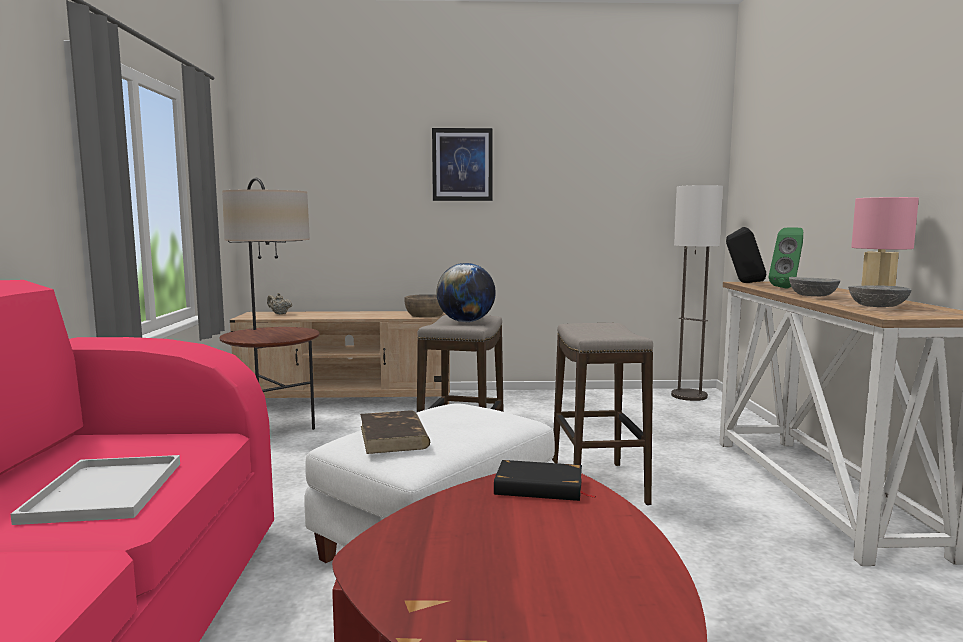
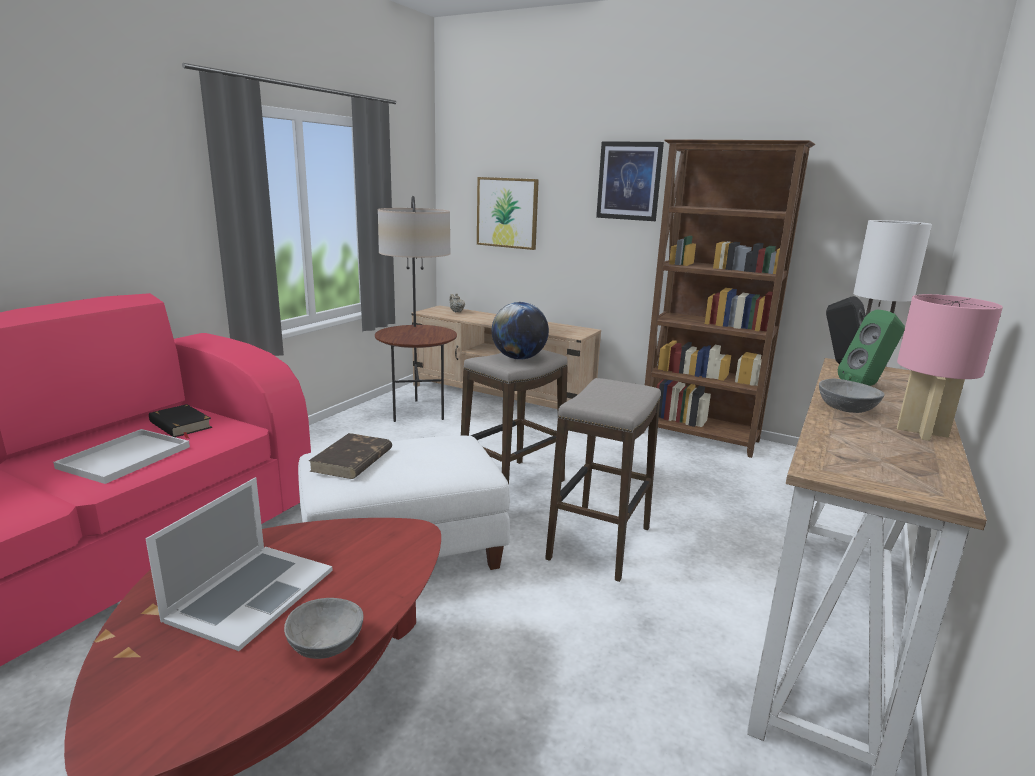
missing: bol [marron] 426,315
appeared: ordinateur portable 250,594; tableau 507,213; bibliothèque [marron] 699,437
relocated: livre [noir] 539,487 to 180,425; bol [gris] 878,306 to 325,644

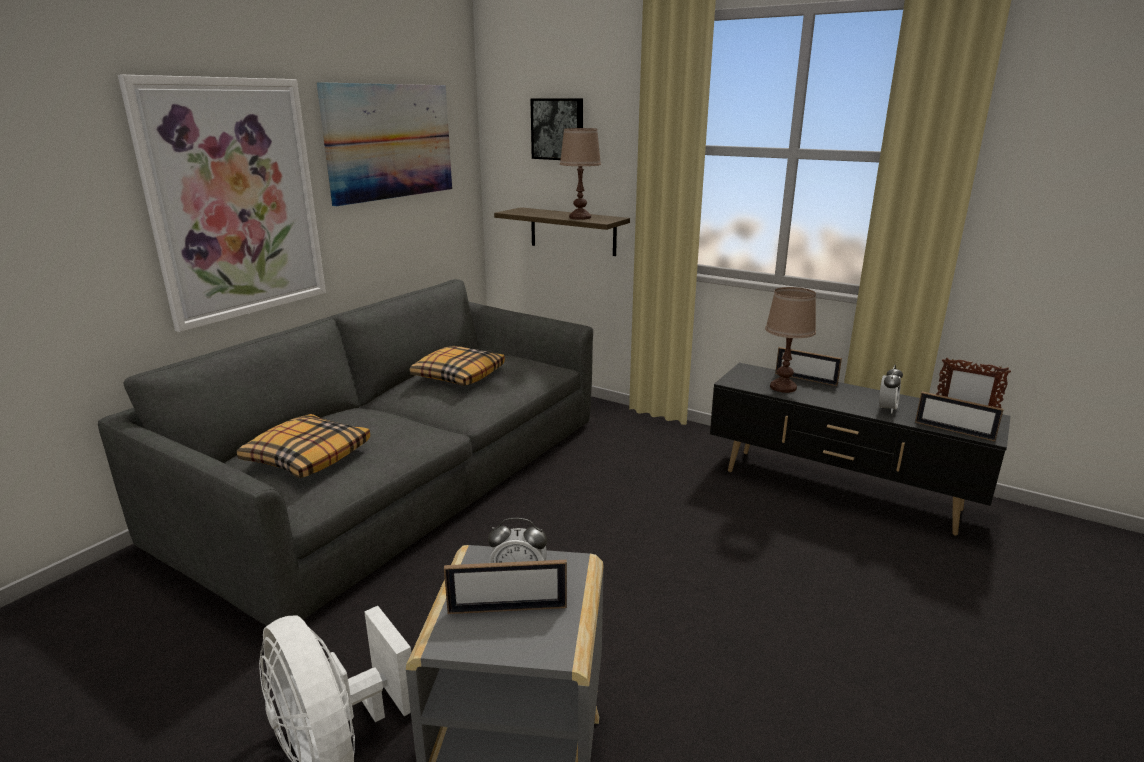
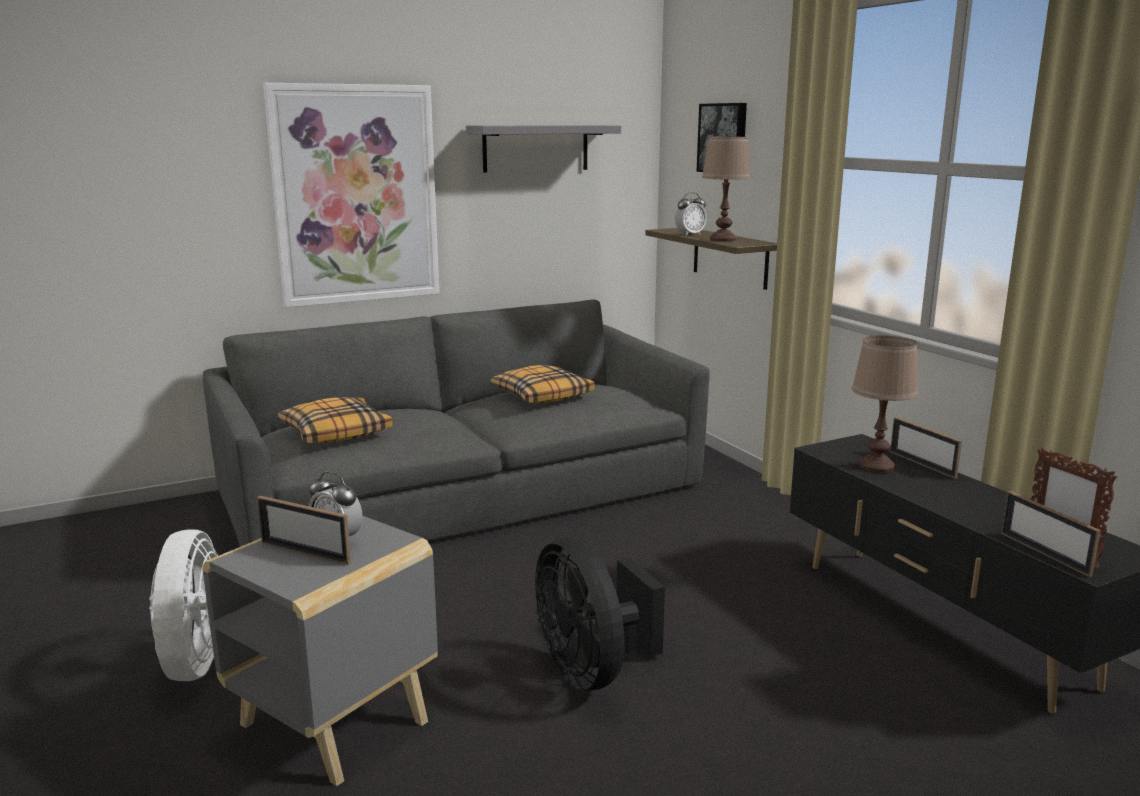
appeared: ventilateur [noir] 591,670
relocated: réveil 886,409 to 690,234
exchanged: tableau 389,141 to étagère [gris] 536,148

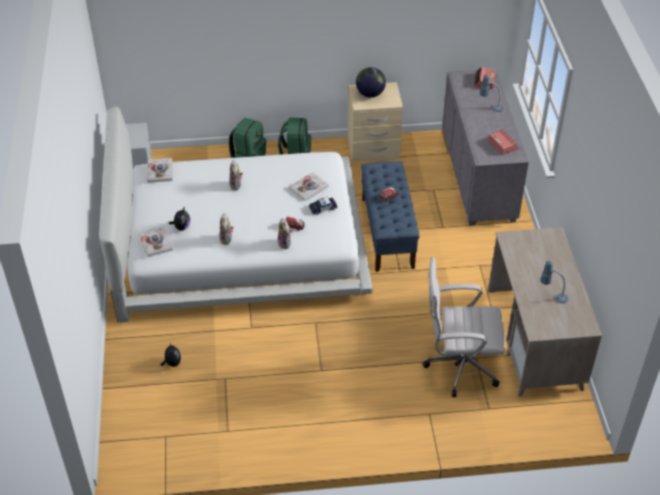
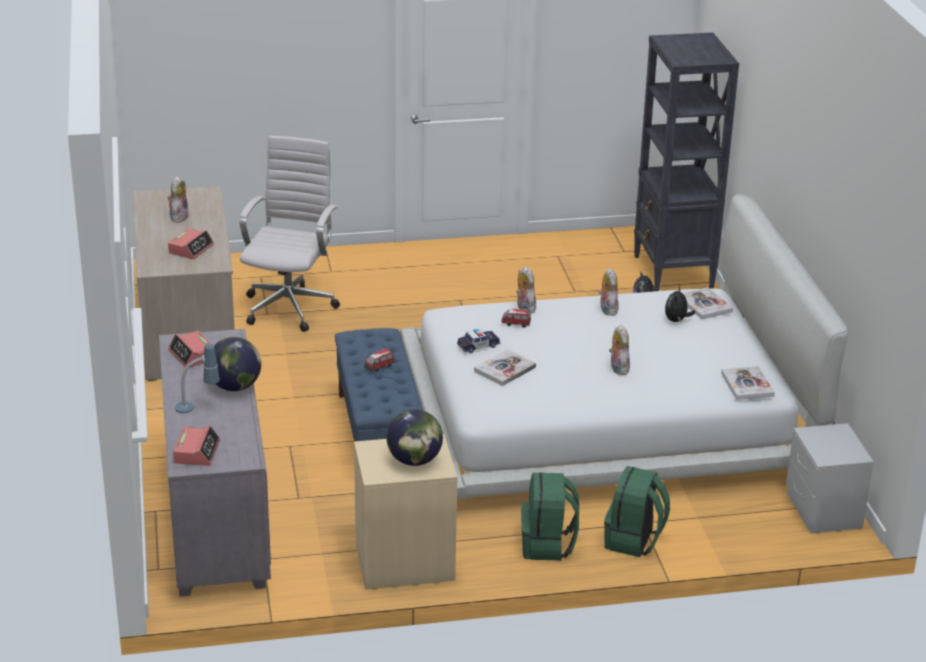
appeared: réveil 191,249; globe 235,386; bibliothèque [noir] 673,272
exchanged: lampe de table 552,297 to peluche 178,217
spun: chaise de bureau [blanc] 458,366 = 290,306 75 degrees counterclockwise

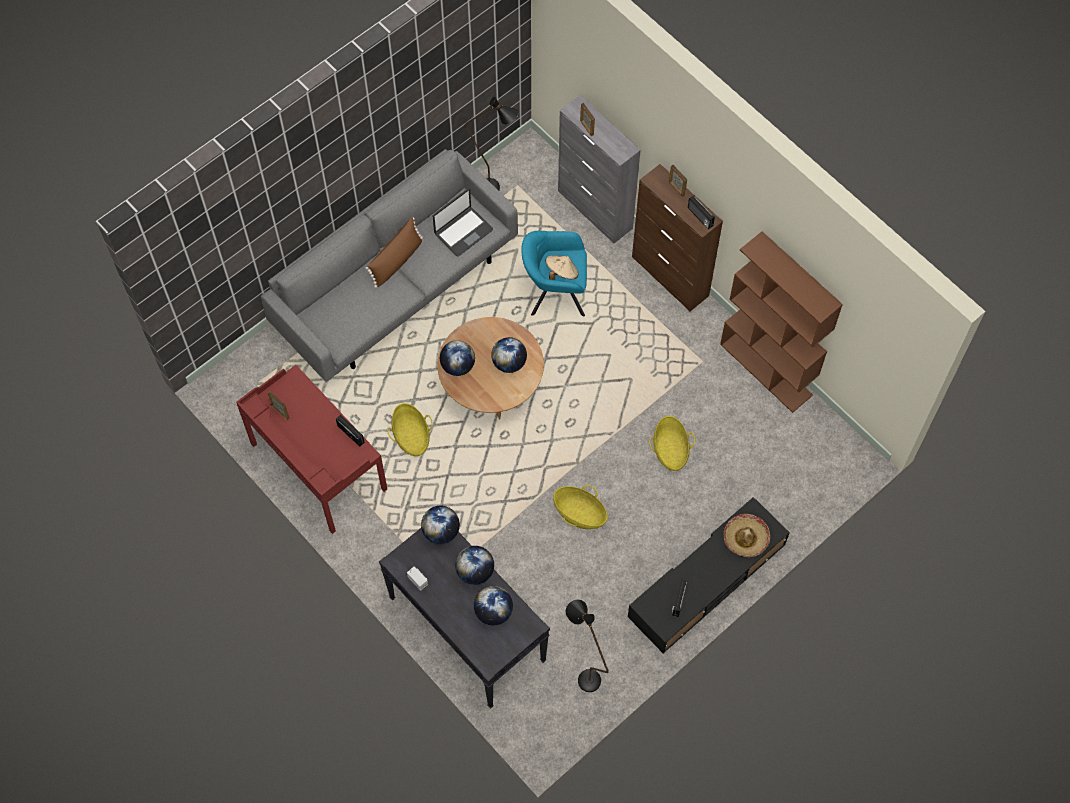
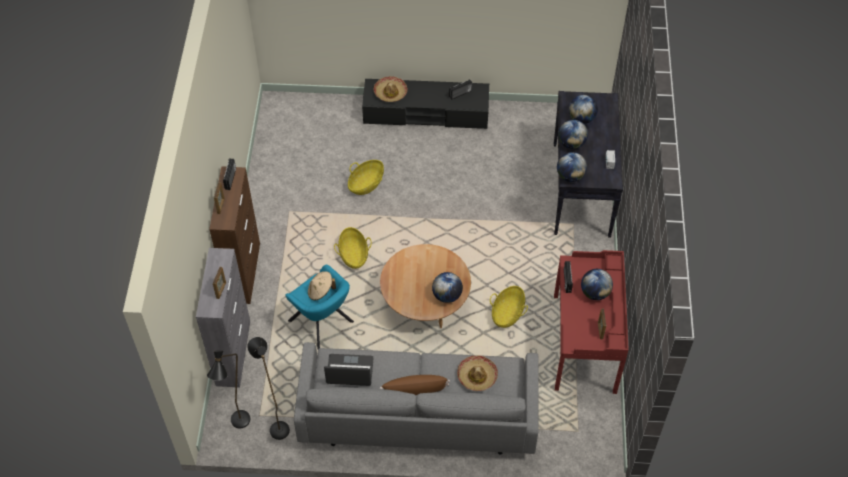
missing: bibliothèque [marron] 767,369
appeared: chapeau 477,376
relocated: globe 509,363 to 595,293; panier 579,513 to 353,255; lampadaire [noir] 583,674 to 239,426

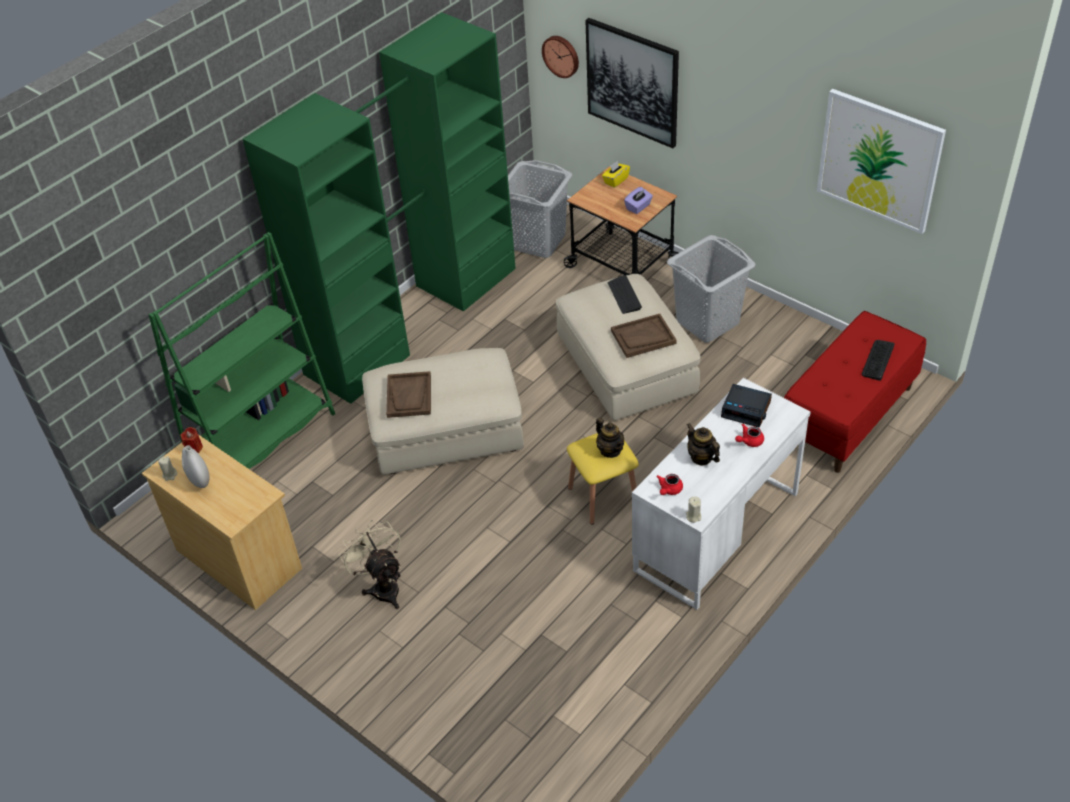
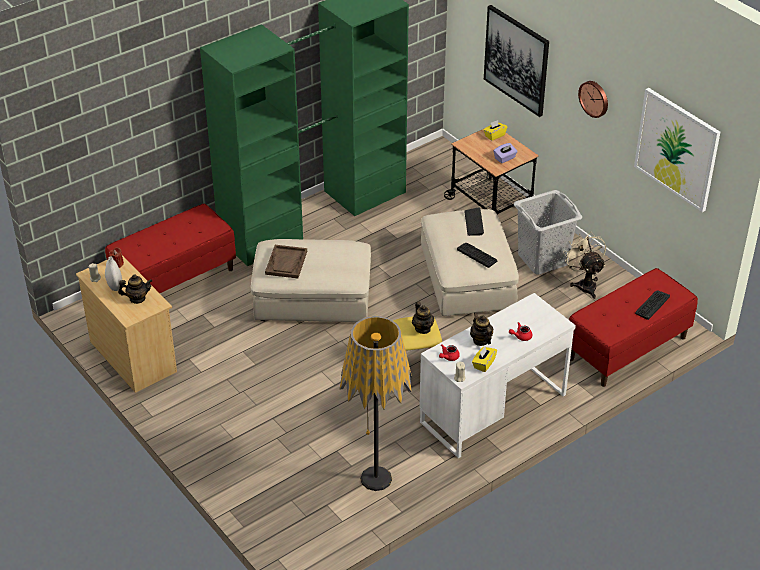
missing: panier à linge [gris] 538,241; réveil 746,409
appeared: théière 137,298; lampadaire 376,478; boîte à mouchoirs [jaune] 483,364
relocated: ventilateur [beige] 382,586 to 584,284; horloge murale 561,55 to 594,98
exchanged: bibliothèque [vert] 263,439 to banc [rouge] 174,279; plateau [marron] 643,337 to clavier 477,255

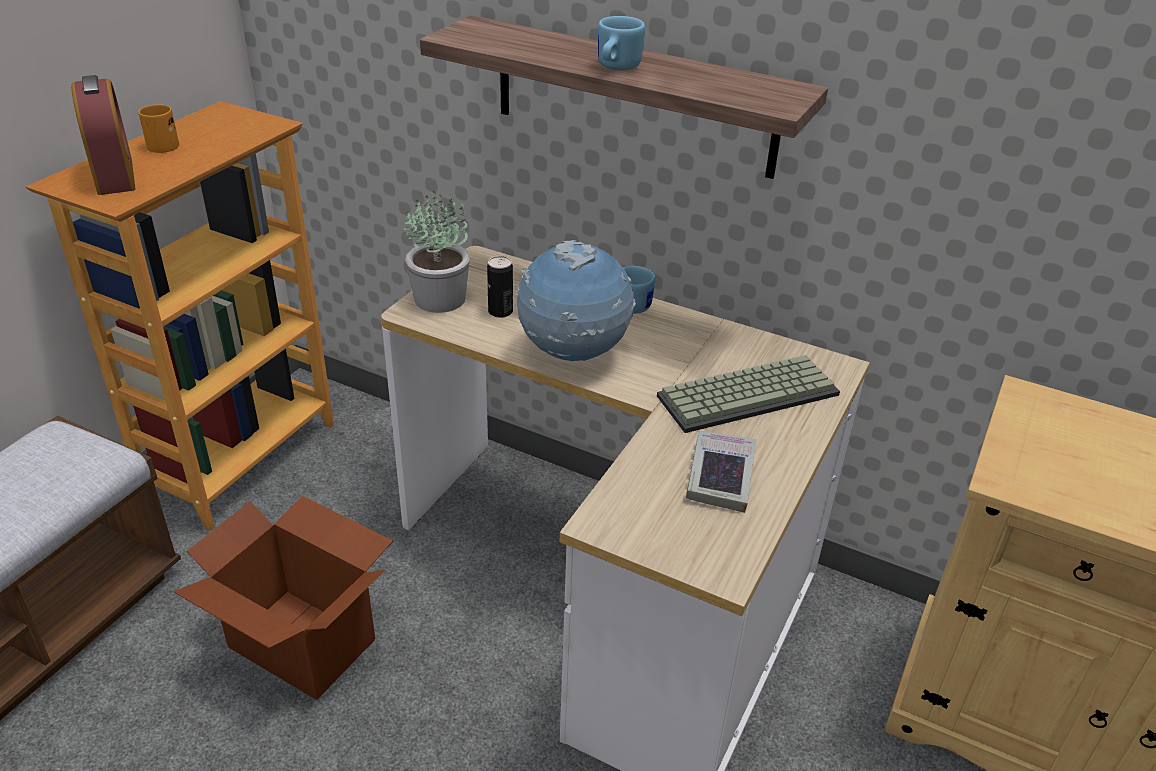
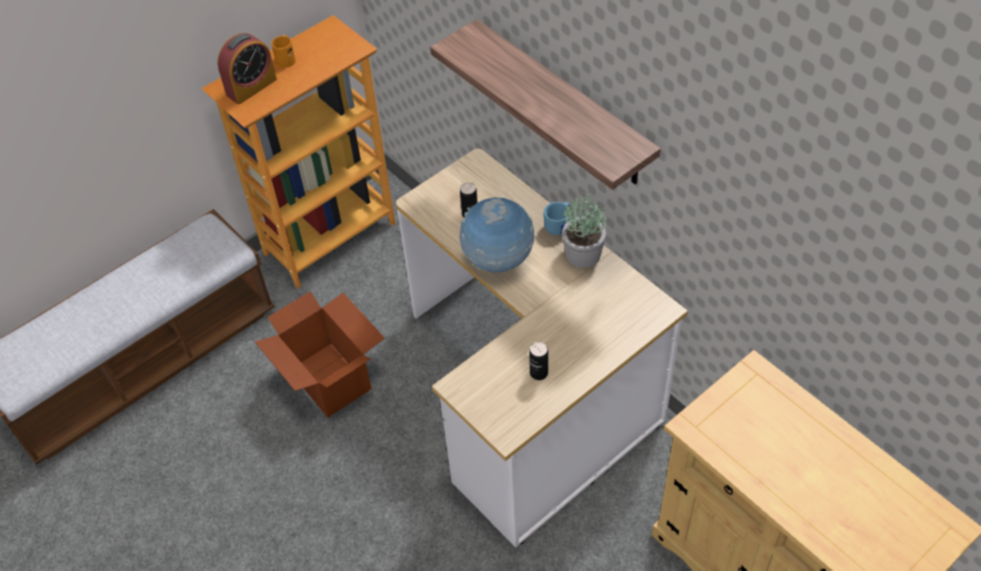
missing: mug [bleu] 615,68; clavier 748,393
relocated: plante en pot 441,298 to 584,254
exchanged: livre 720,476 to boîte métallique 538,373
spun: réveil 115,175 = 251,87 45 degrees clockwise

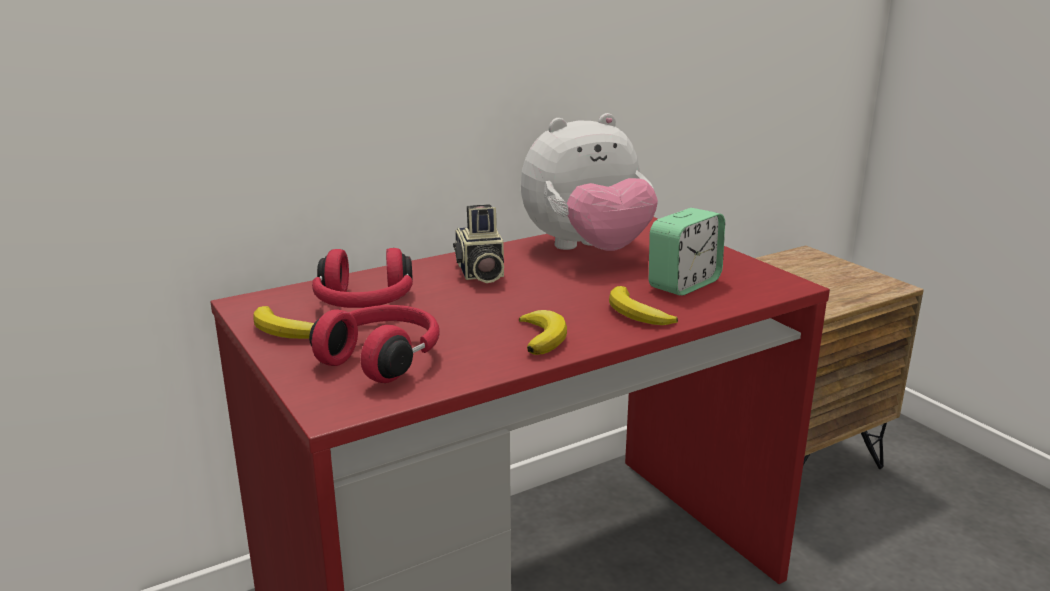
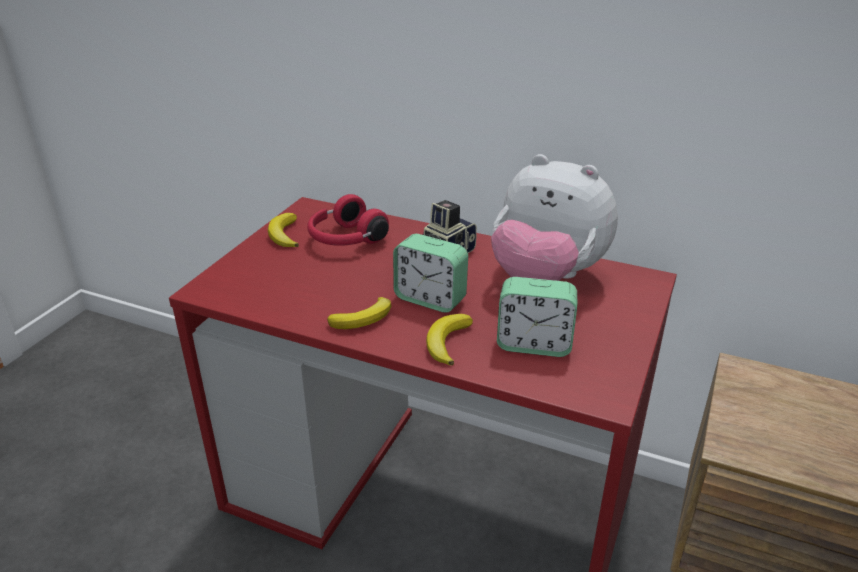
missing: casque audio [rouge] 383,359
appeared: réveil 430,299

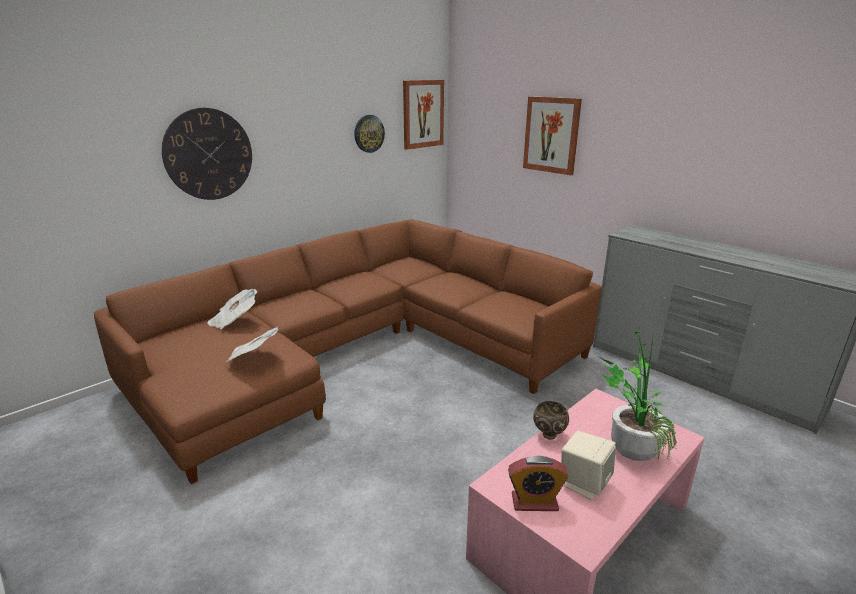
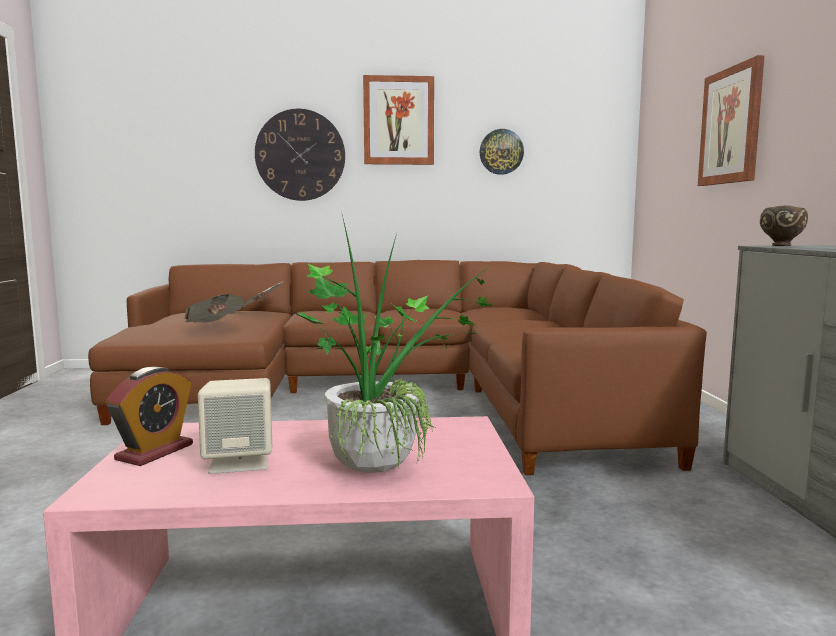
relocated: tableau 423,114 to 398,121; bol [marron] 548,434 to 781,245
spun: réveil 534,502 = 155,452 105 degrees counterclockwise

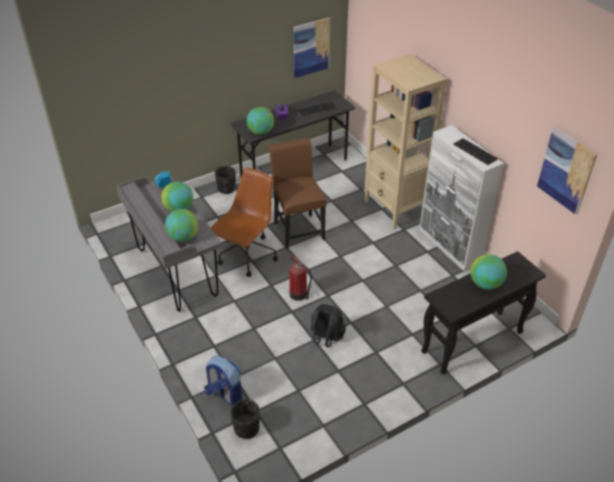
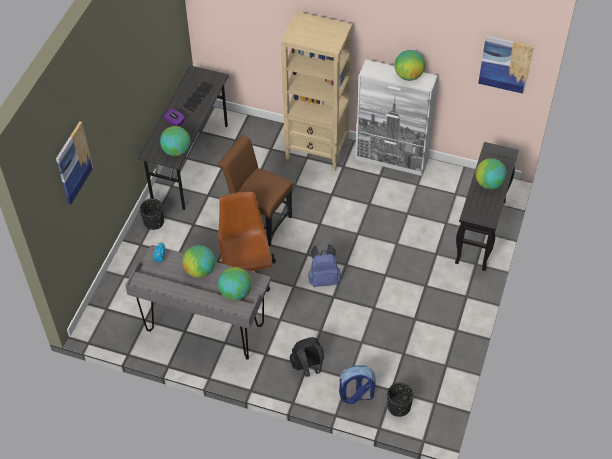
relocated: tableau 311,47 to 73,163; sac à dos [noir] 326,339 to 308,367
exchanged: extincteur 299,295 to sac à dos [bleu] 324,279; clavier 475,151 to globe 408,76

